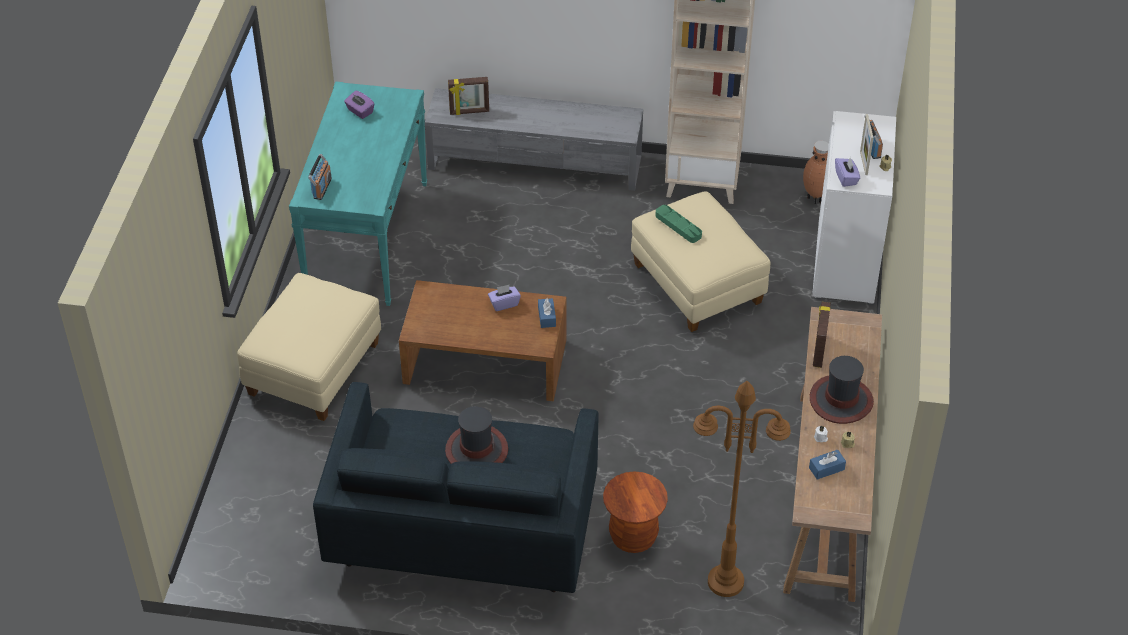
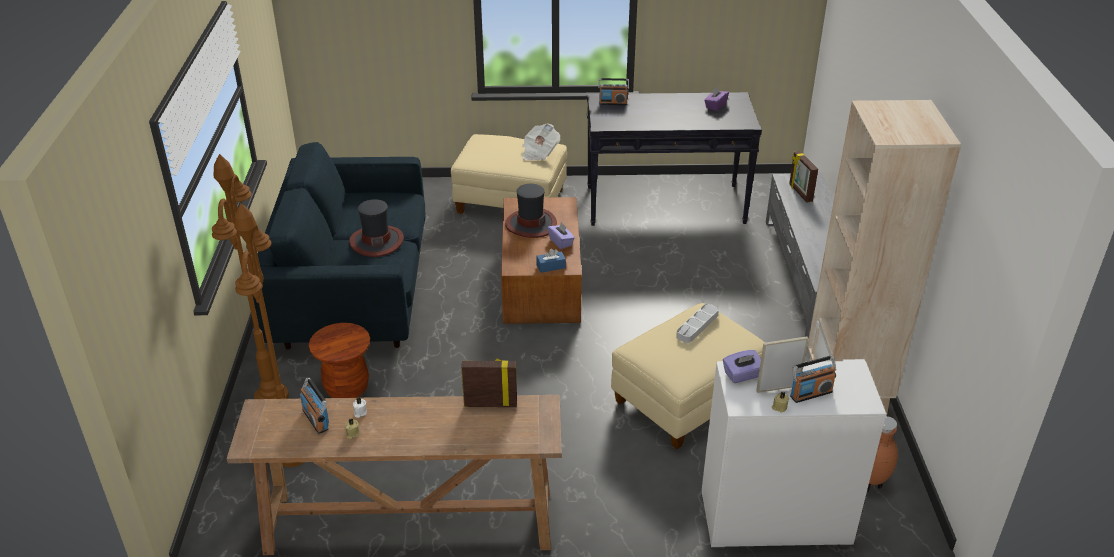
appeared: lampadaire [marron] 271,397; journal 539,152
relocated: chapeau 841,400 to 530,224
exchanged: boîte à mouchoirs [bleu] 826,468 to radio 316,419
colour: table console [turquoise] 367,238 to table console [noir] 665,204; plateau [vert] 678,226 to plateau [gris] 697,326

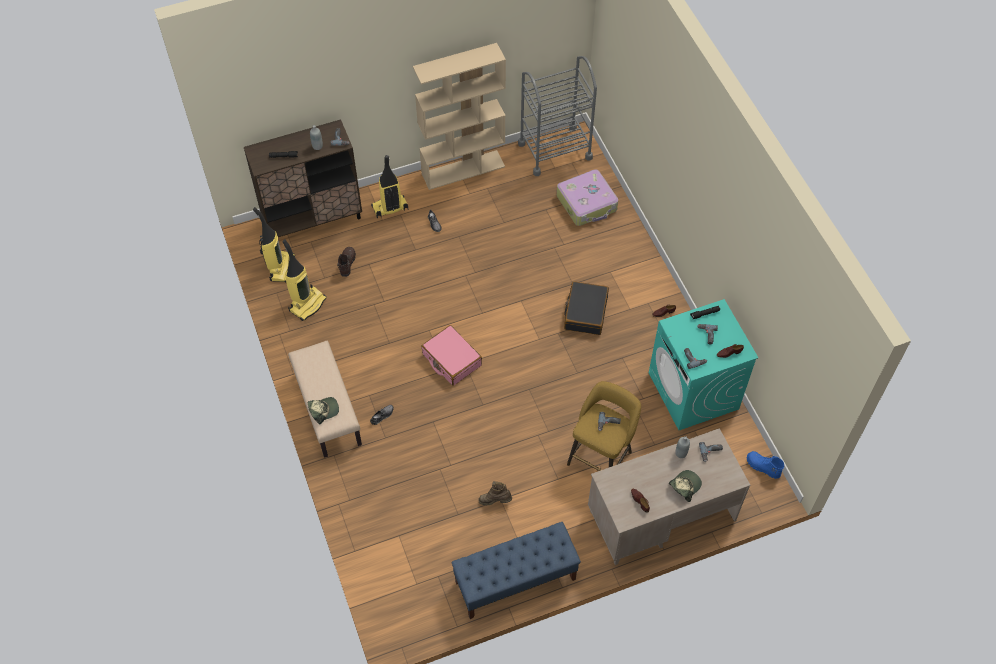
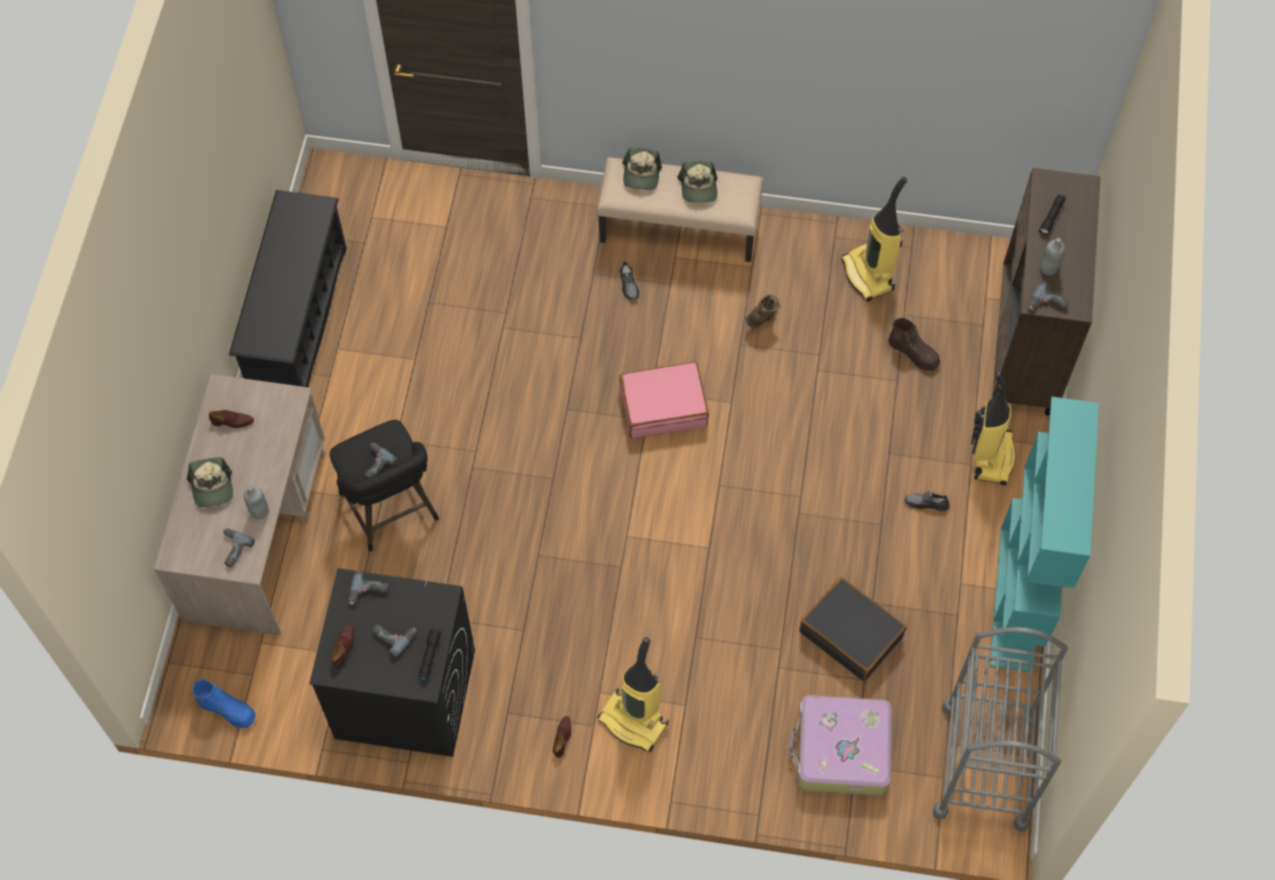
appeared: casquette 698,187
relocated: aspirateur 281,268 to 634,721; botte [marron] 495,500 to 763,318; valise [noir] 585,312 to 851,634
exchanged: banc [bleu] 515,581 to étagère à chaussures [noir] 298,319
colour: bibliothèque [beige] 463,169 to bibliothèque [turquoise] 1017,599; tabouret [jaune] 601,455 to tabouret [noir] 391,511; lave-linge [turquoise] 693,391 to lave-linge [noir] 404,694
spun: botte [bleu] 762,467 = 228,709 45 degrees clockwise

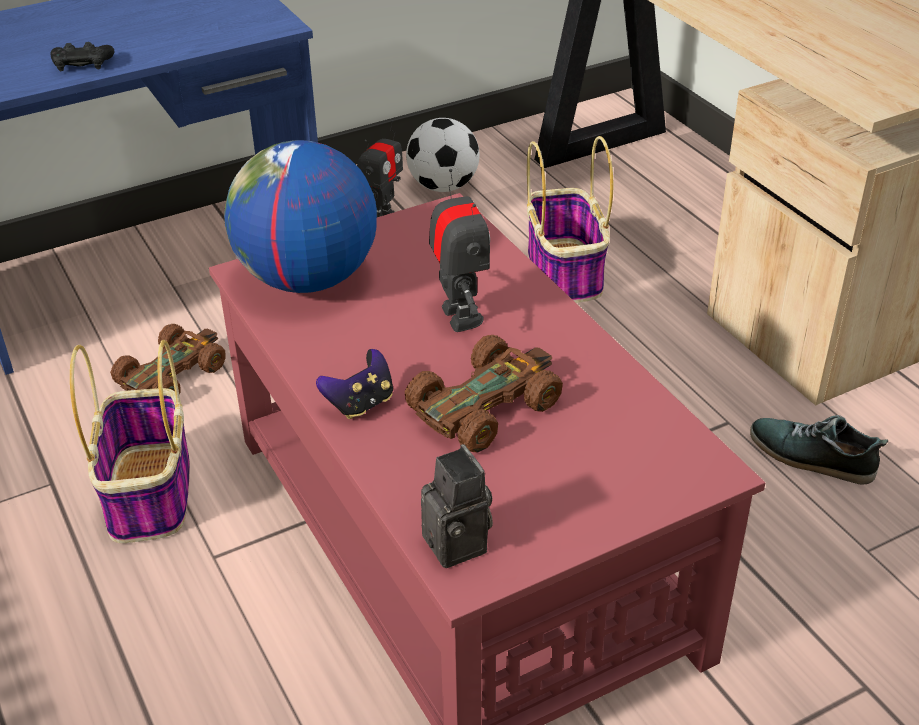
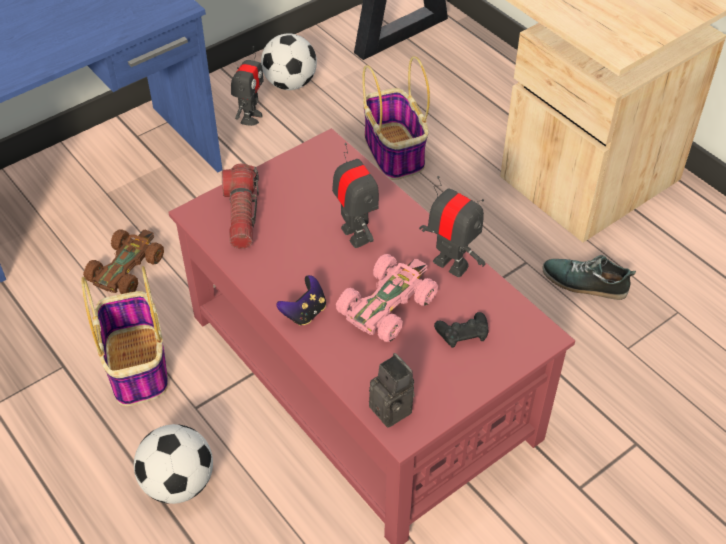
appeared: ballon de foot 178,483; robot jouet 451,264
relocated: manette [noir] 82,64 to 462,333
exchanged: globe 307,279 to lampe de poche 242,215
colour: petite voiture [marron] 485,405 to petite voiture [rose] 387,304

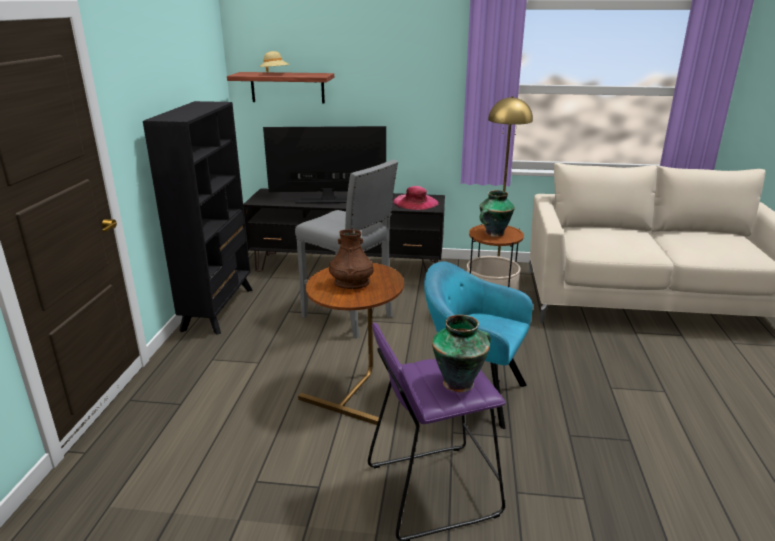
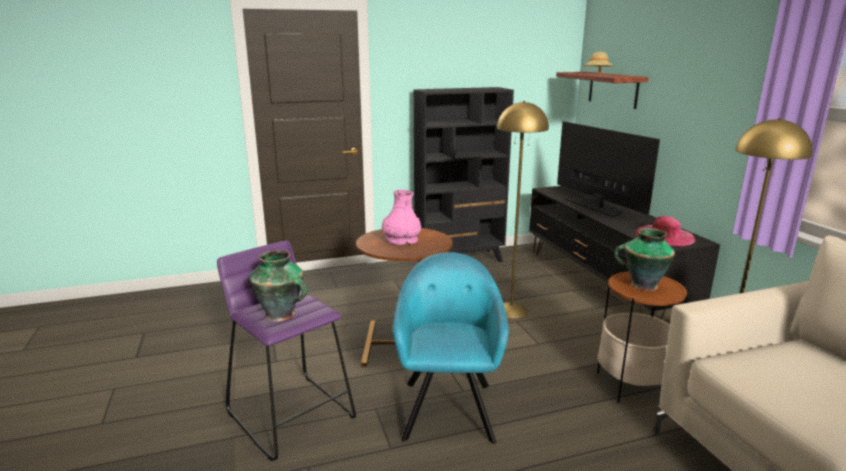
exchanged: tabouret [gris] 349,317 to lampadaire [jaune] 511,310
colour: vase [marron] 351,283 to vase [rose] 401,240

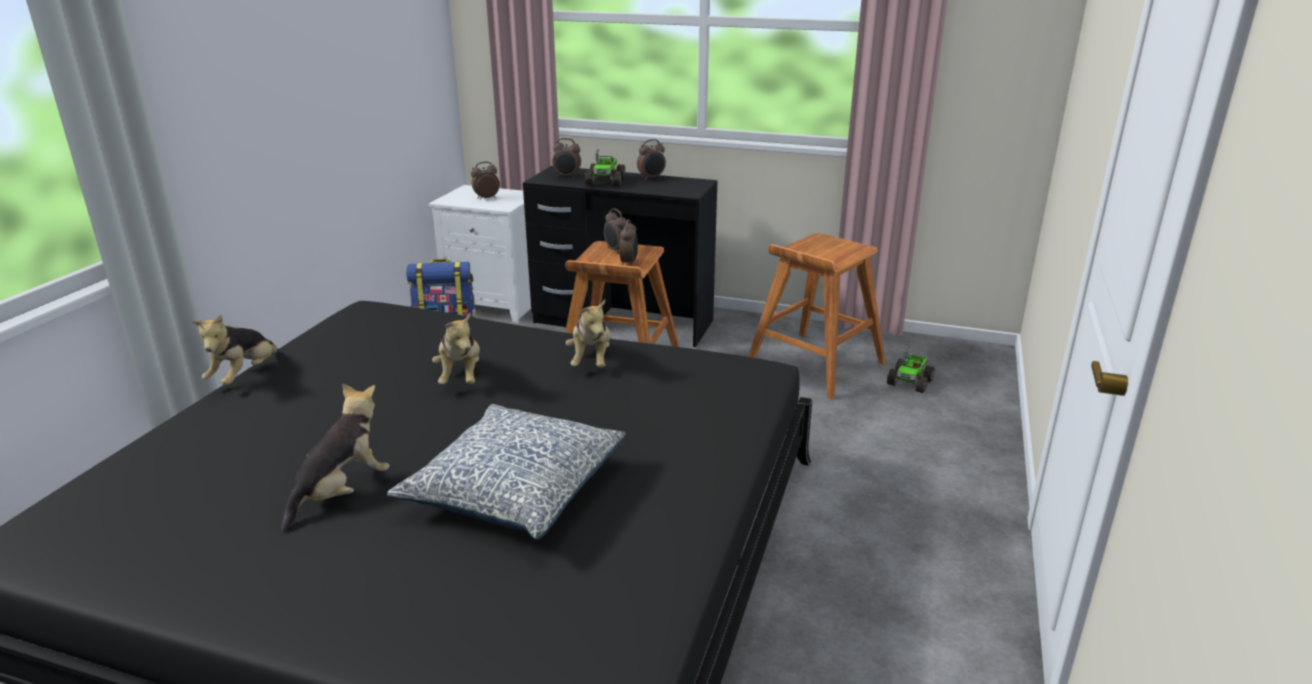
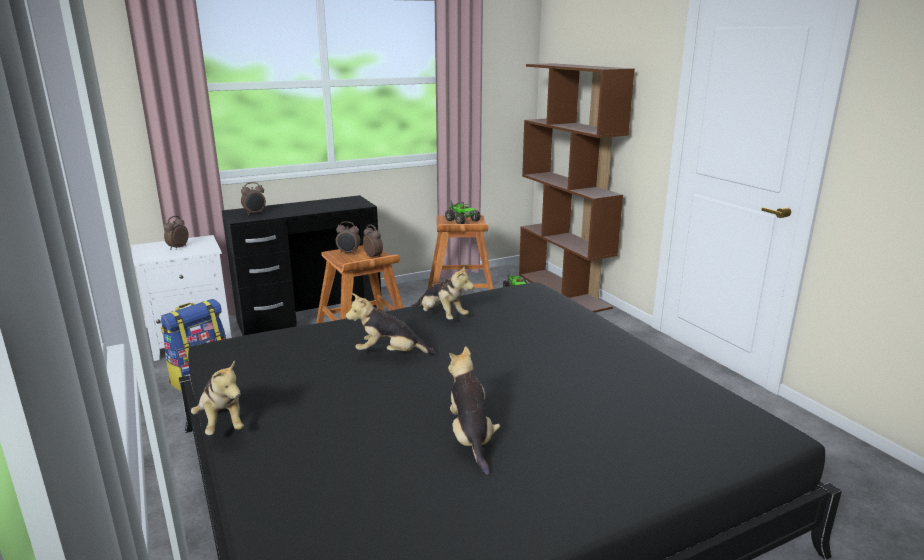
missing: coussin 515,488; réveil 651,178
appeared: bibliothèque [marron] 563,291
relocated: camion jouet 606,182 to 462,220
spun: peluche 461,377 = 390,354 150 degrees clockwise

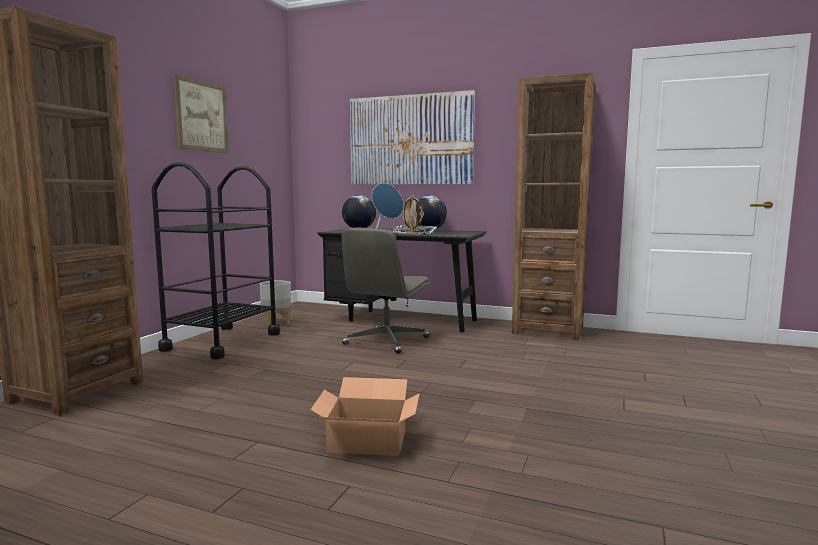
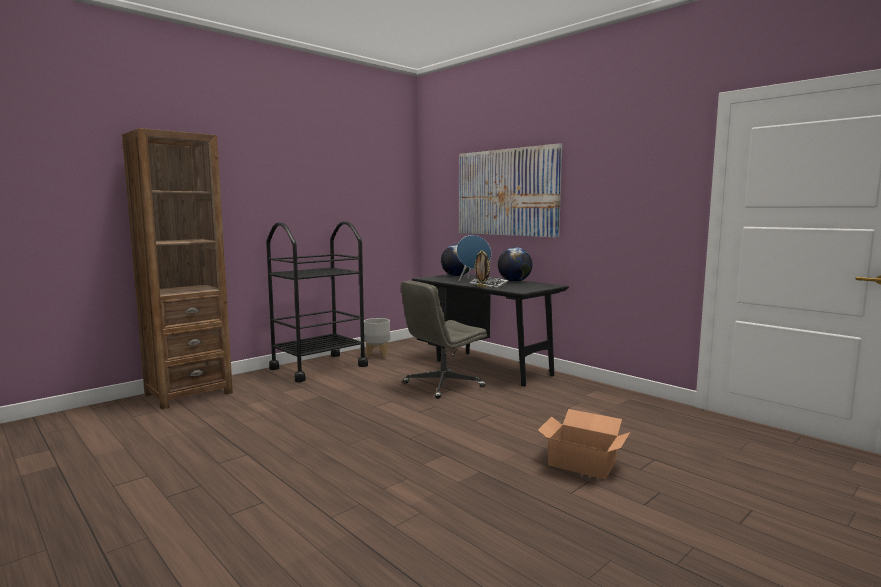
missing: tableau 201,116; bibliothèque [marron] 548,330
relocated: carton 366,440 to 581,462

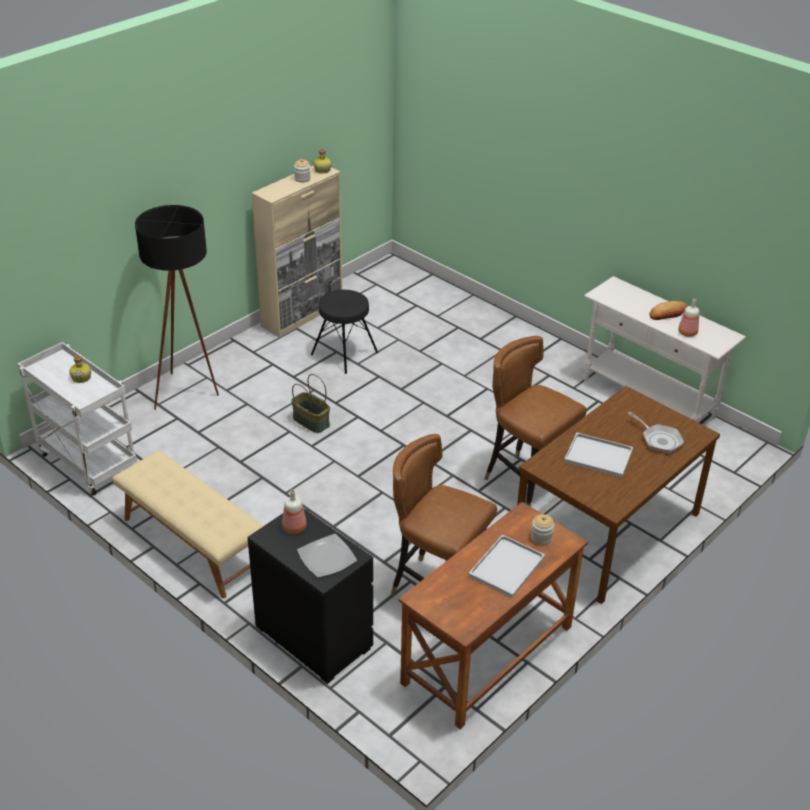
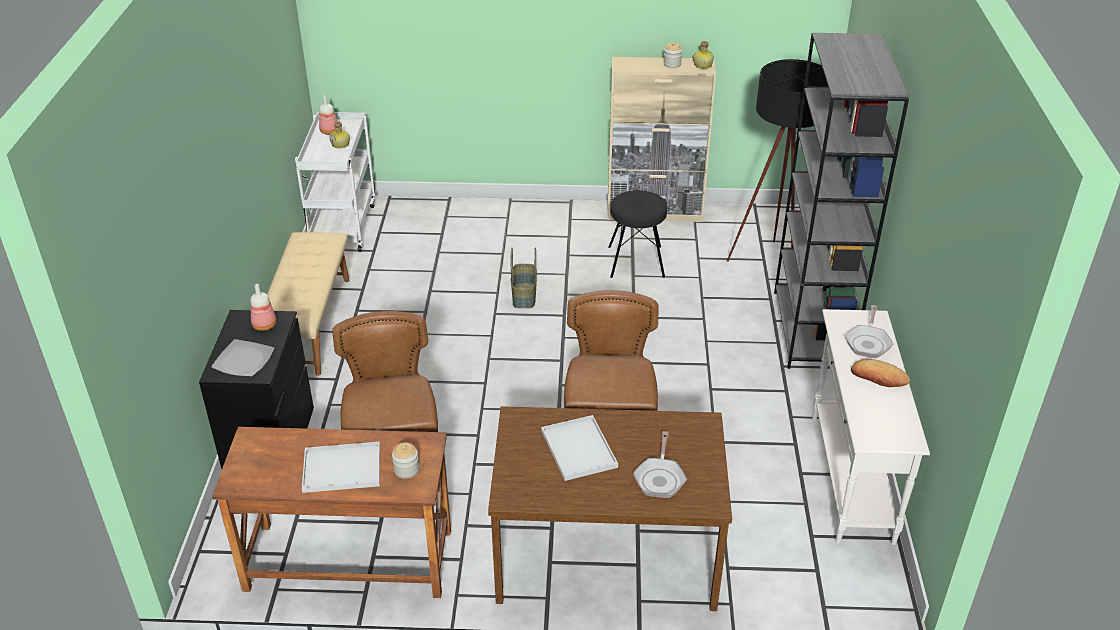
appeared: bibliothèque [gris] 812,330; poêle 868,342
relocated: lampadaire [noir] 189,393 to 769,265; bouteille 686,332 to 329,131

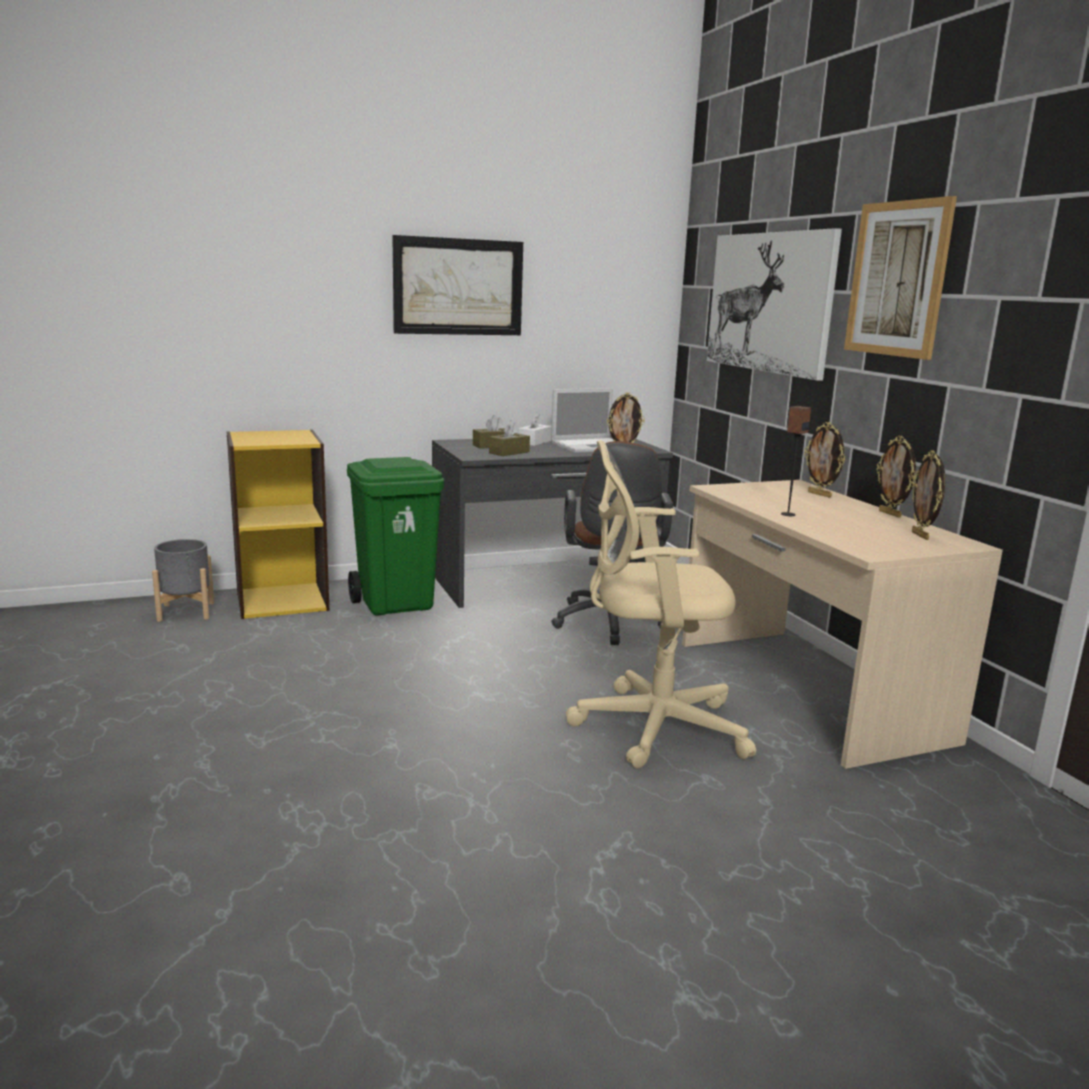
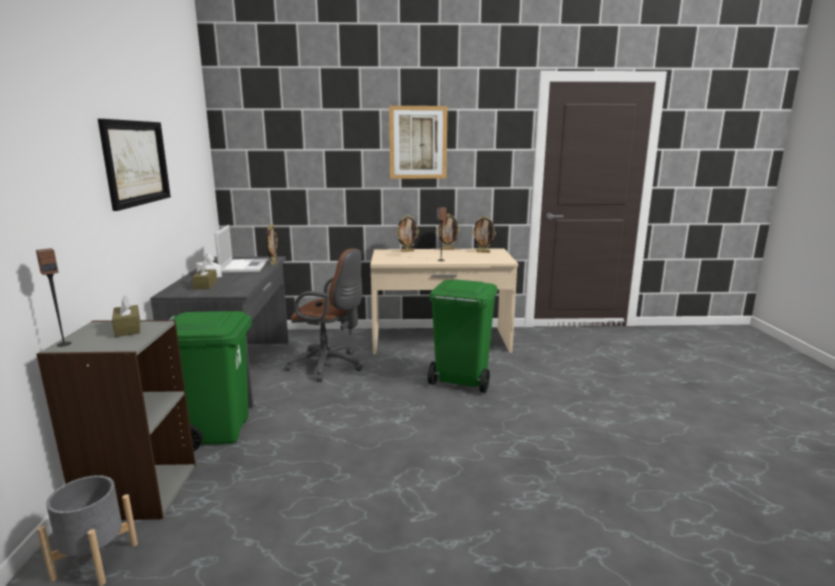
missing: tableau 769,302
appeared: enceinte 64,344
relocated: boîte à mouchoirs [marron] 509,452 to 128,328
exchanged: chaise de bureau [beige] 650,726 to poubelle [vert] 461,381
colour: bibliothèque [jaune] 282,600 to bibliothèque [gris] 138,491

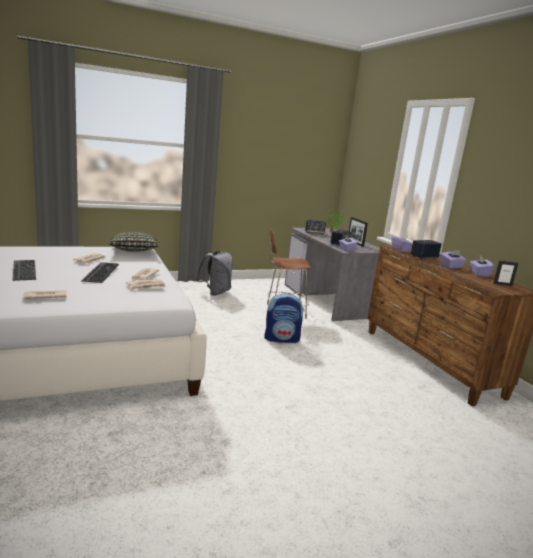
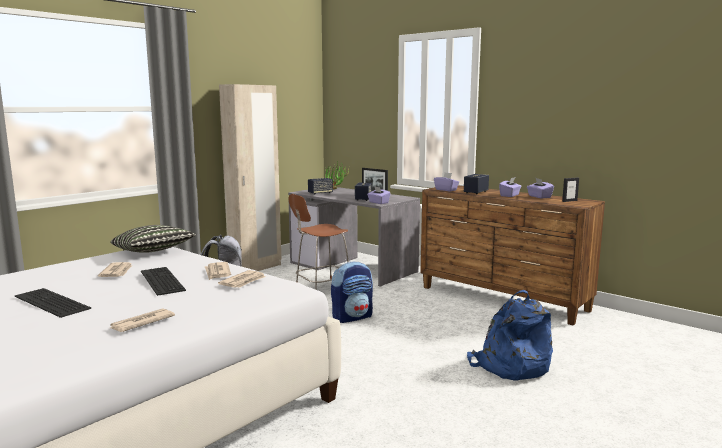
appeared: armoire [beige] 255,268; sac à dos [bleu] 510,366

